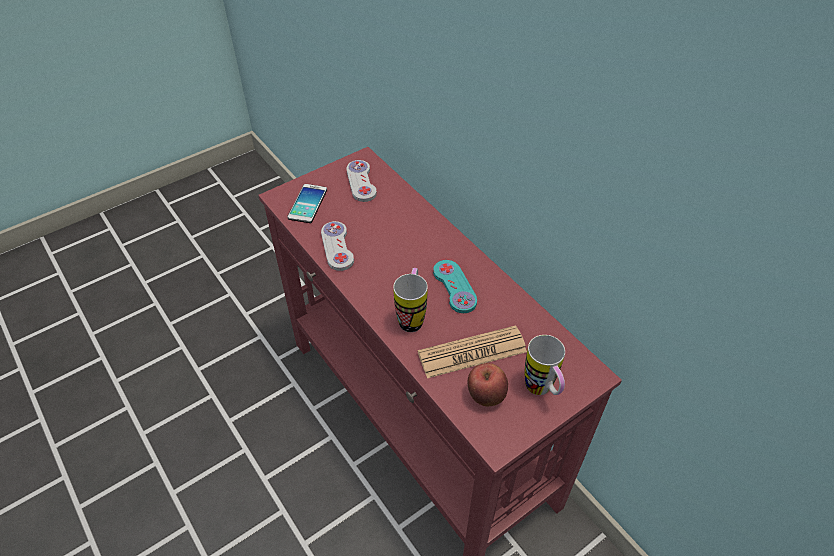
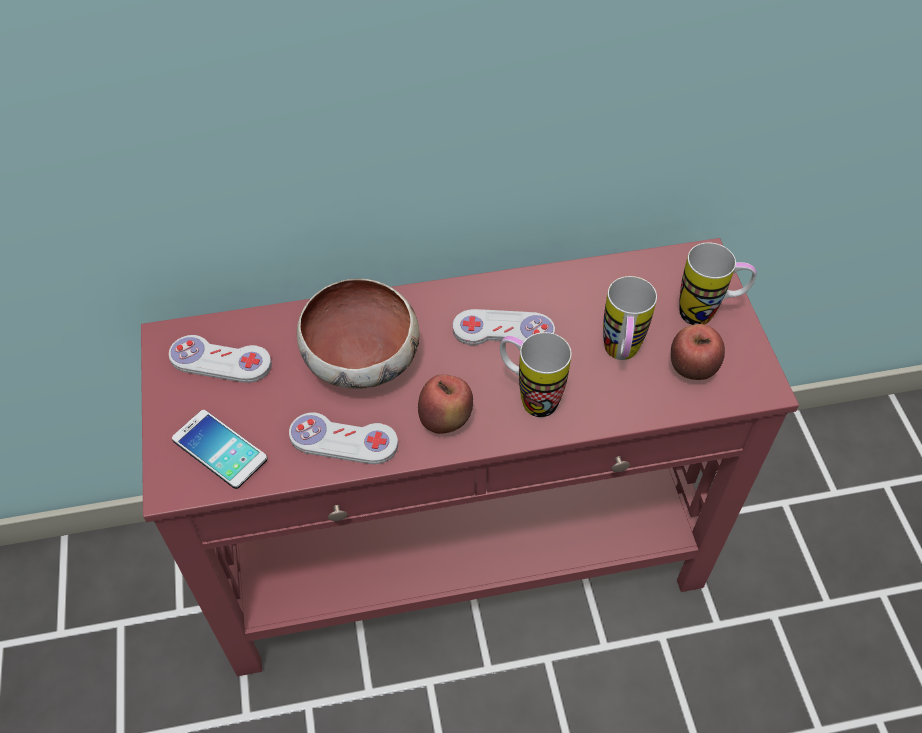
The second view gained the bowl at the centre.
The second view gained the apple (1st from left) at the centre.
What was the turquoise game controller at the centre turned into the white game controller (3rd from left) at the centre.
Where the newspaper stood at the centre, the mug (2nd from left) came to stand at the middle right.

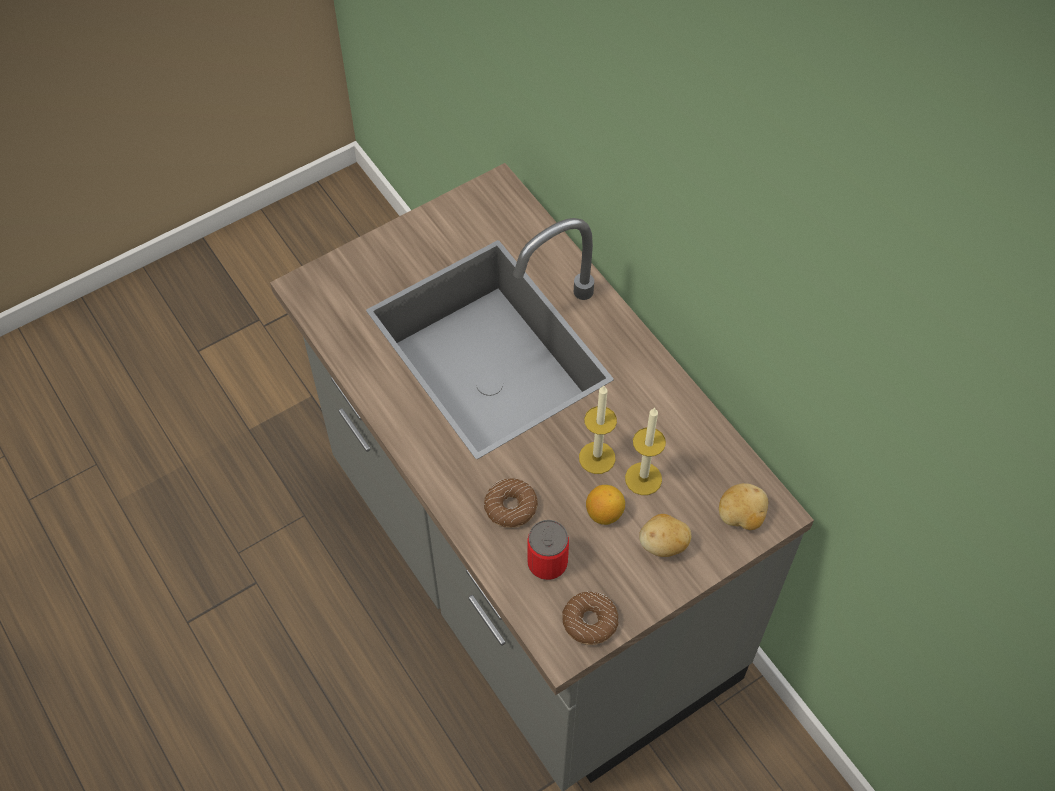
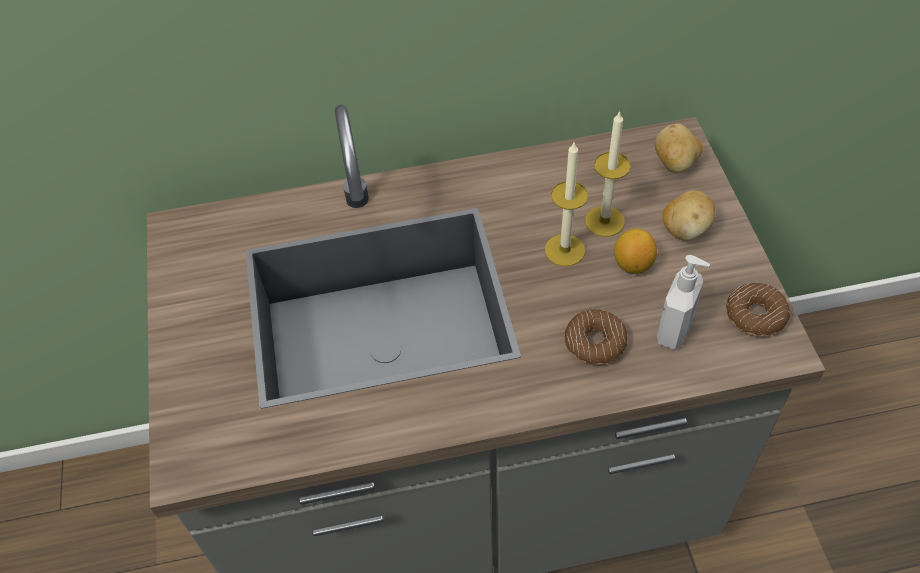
Where the can stood at the bottom centre, the soap dispenser came to stand at the middle right.

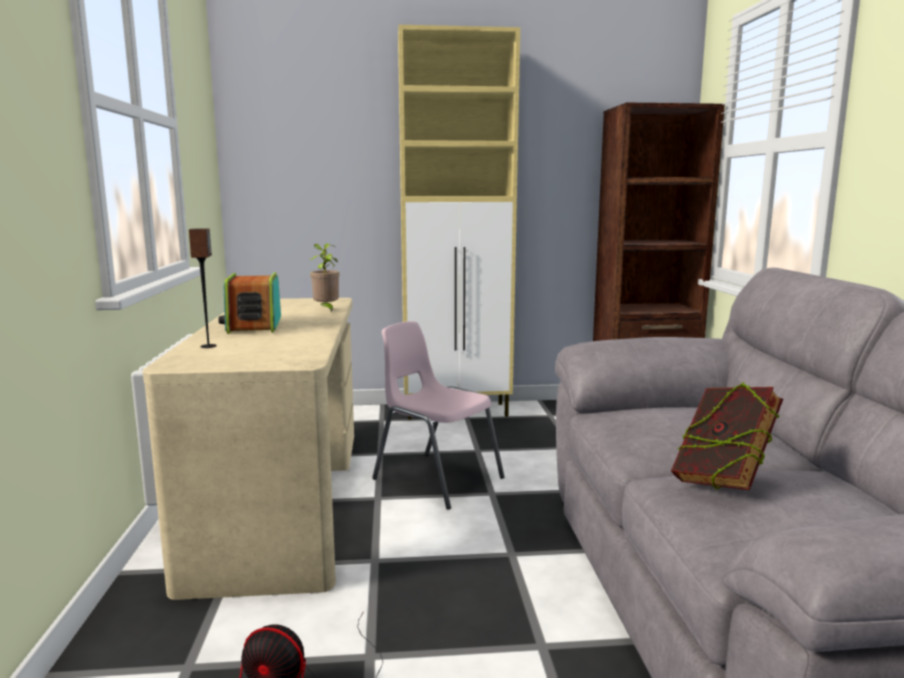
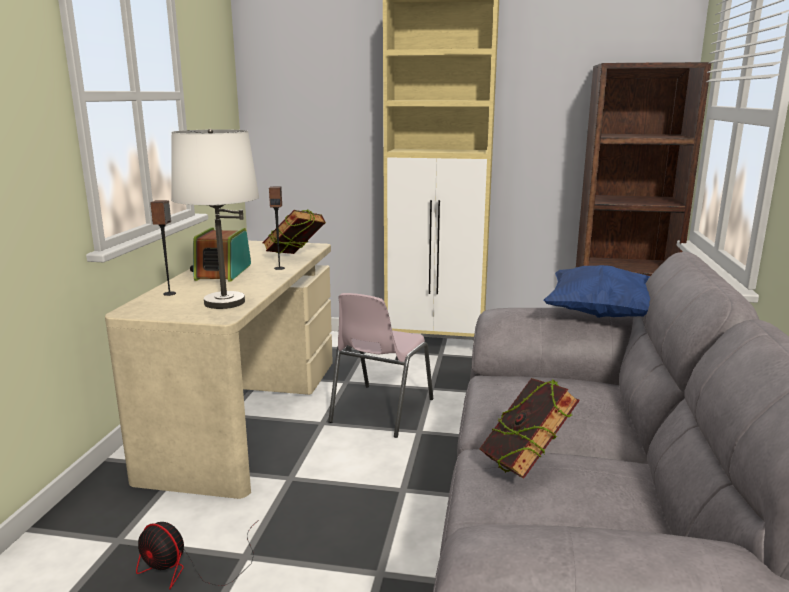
The second view gained the white table lamp at the middle left.
Where the potted plant stood at the centre, the book (1st from left) came to stand at the centre.
The second view gained the speaker (2nd from left) at the centre.
The pink chair at the centre ended up facing another way, 120 degrees counterclockwise from before.
The second view gained the blue pillow at the middle right.

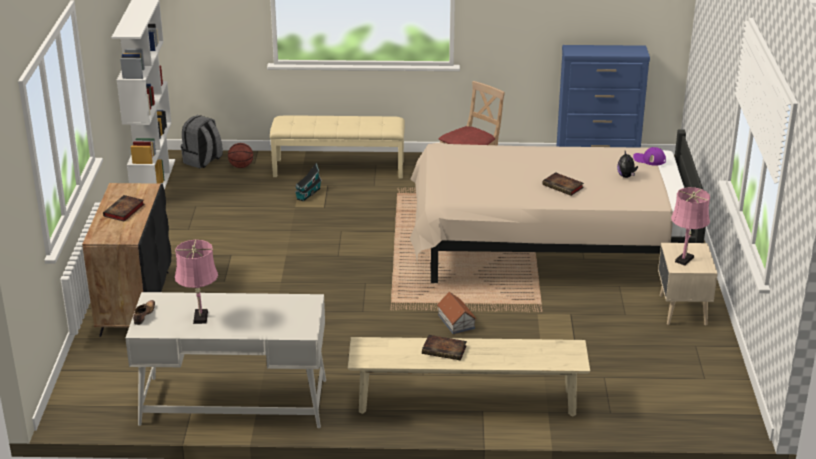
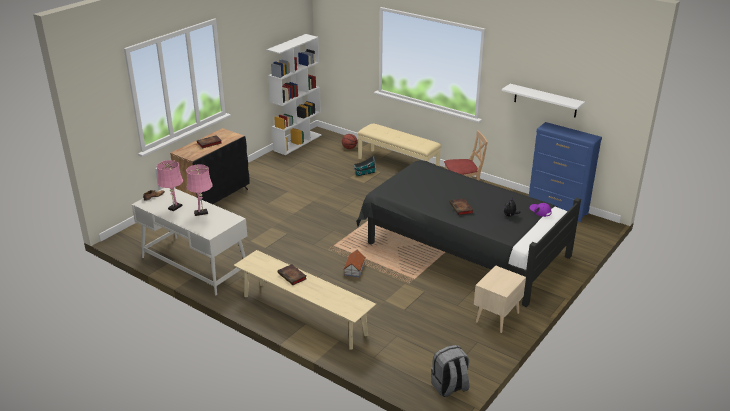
The pink table lamp (2nd from left) ended up elsewhere, having gone from the middle right to the middle left.
What was the beige bed at the middle right turned into the black bed at the centre.
The grey backpack ended up elsewhere, having gone from the top left to the bottom centre.
The second view gained the white shelf at the top right.

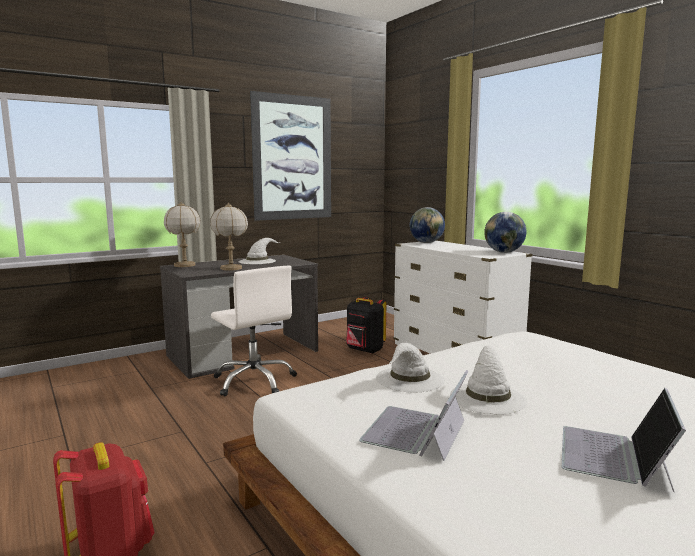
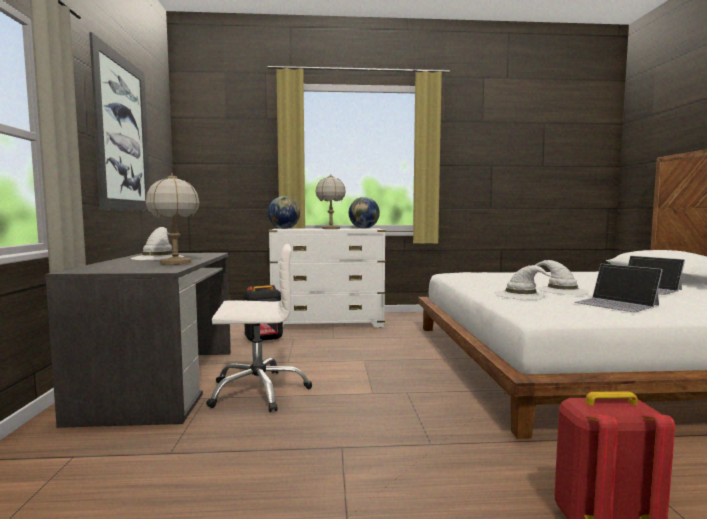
The table lamp (1st from left in the first image) ended up elsewhere, having gone from the middle left to the centre.

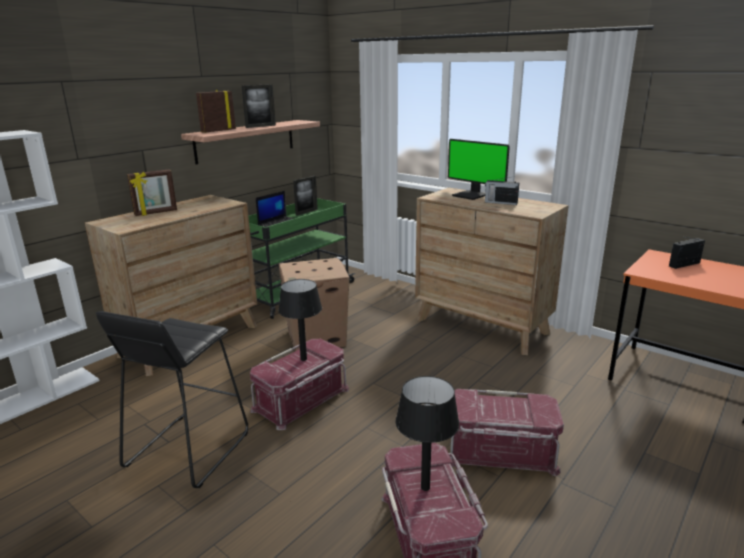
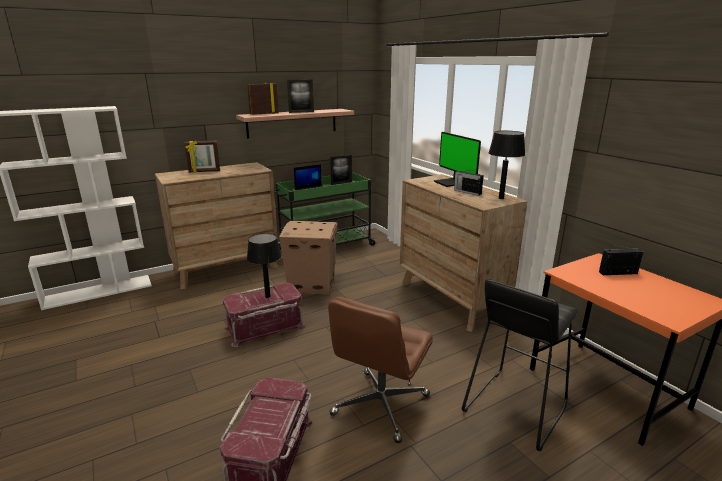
Where the red storage box (3rd from left) stood at the bottom right, the brown office chair came to stand at the bottom centre.
The black stool ended up elsewhere, having gone from the bottom left to the bottom right.
The black table lamp (2nd from left) ended up elsewhere, having gone from the bottom centre to the middle right.

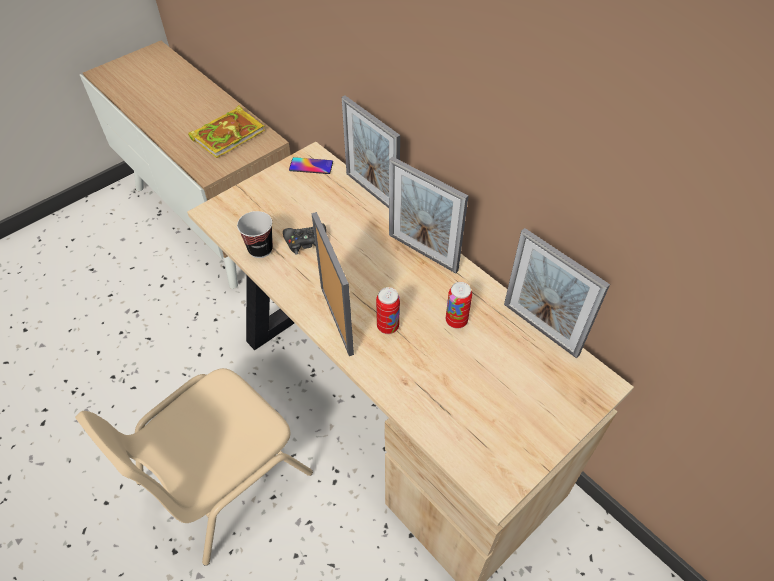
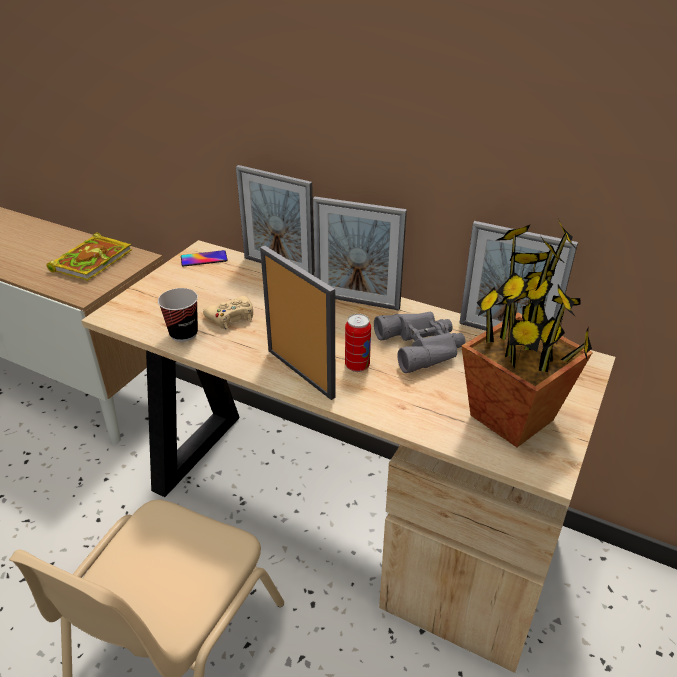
What was the black game controller at the centre turned into the beige game controller at the centre.
Where the can (2nd from left) stood at the centre, the grey binoculars came to stand at the centre.
The second view gained the potted plant at the middle right.

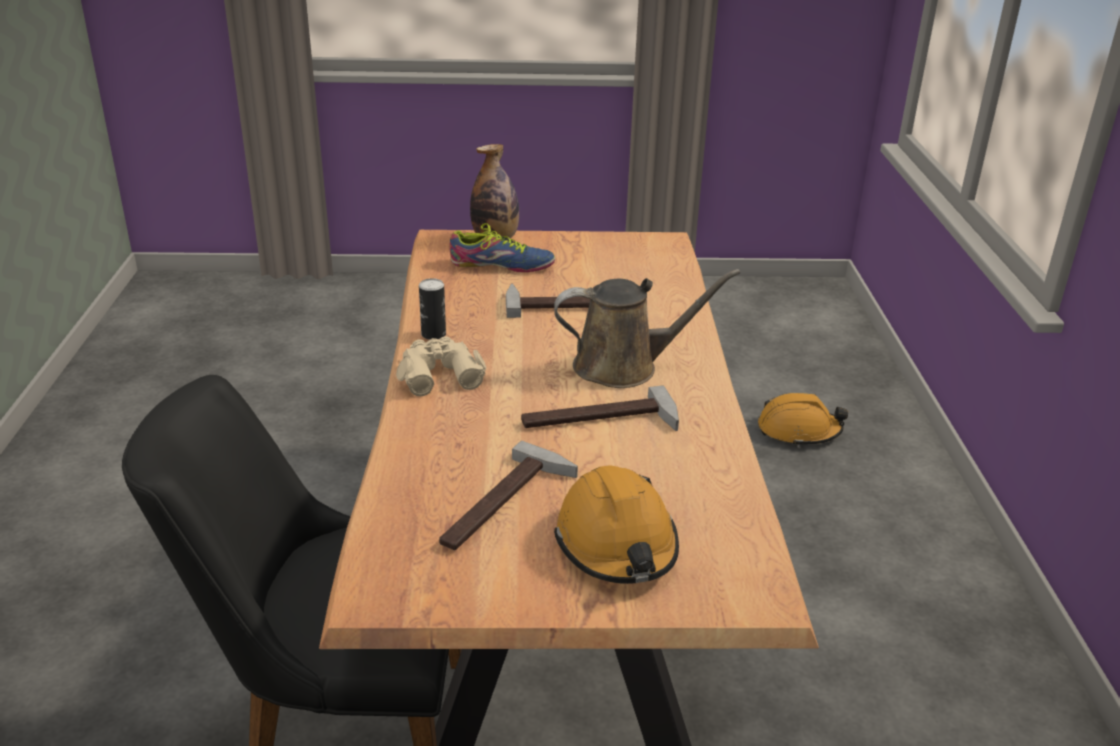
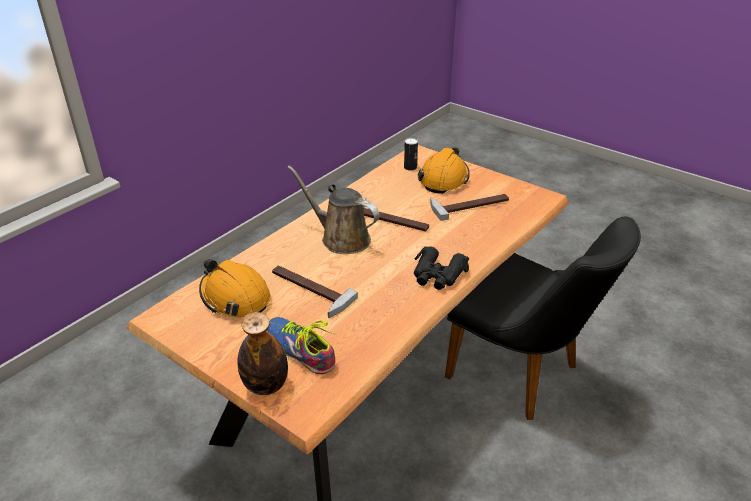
The orange hard hat (2nd from left in the first image) ended up elsewhere, having gone from the middle right to the middle left.
The can ended up elsewhere, having gone from the centre to the top centre.
What was the beige binoculars at the centre turned into the black binoculars at the centre.

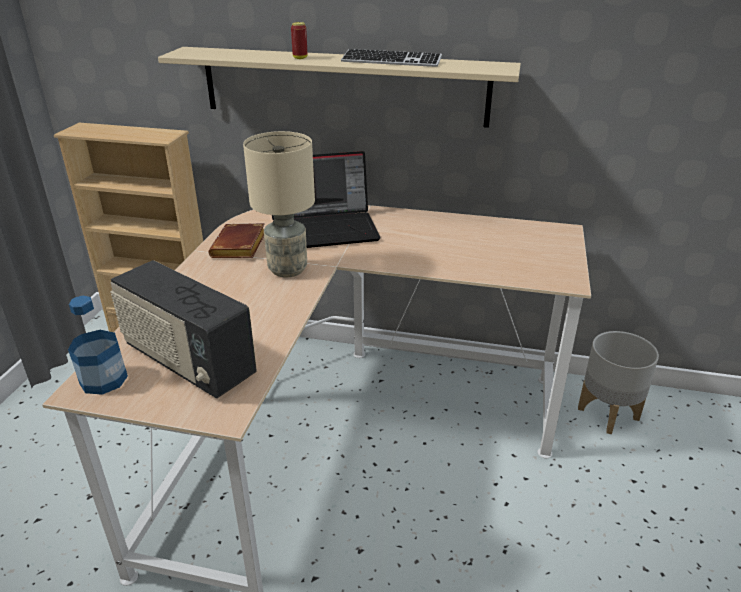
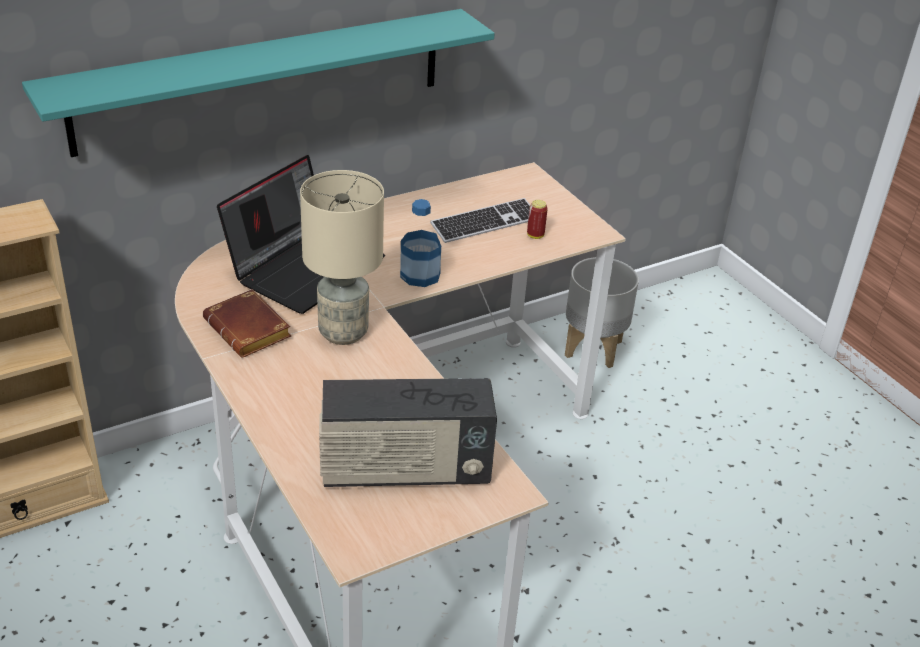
What was the beige shelf at the top centre turned into the turquoise shelf at the top left.
The bottle ended up elsewhere, having gone from the middle left to the centre.
The keyboard ended up elsewhere, having gone from the top centre to the centre.
The can ended up elsewhere, having gone from the top centre to the centre.

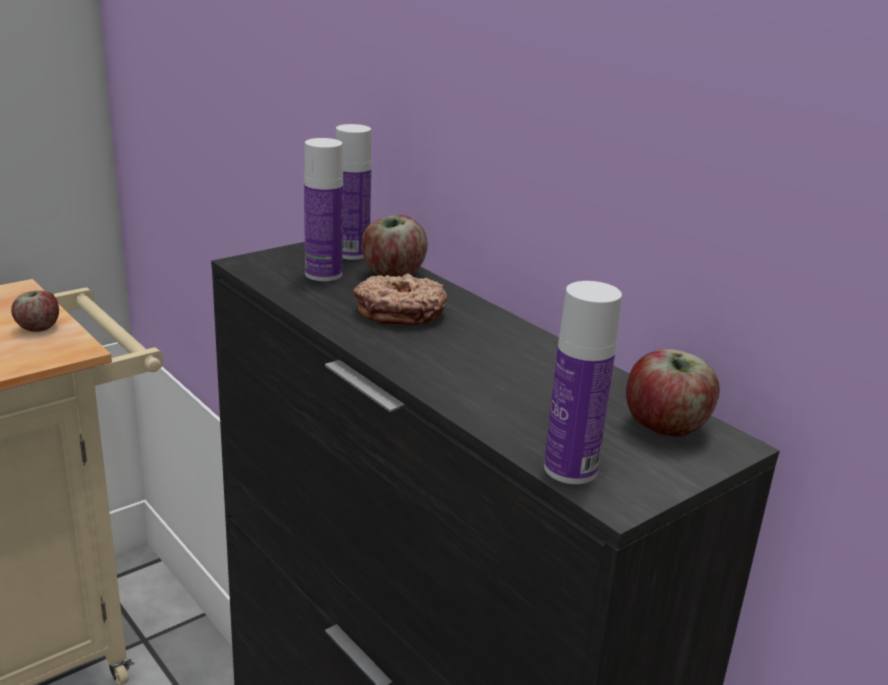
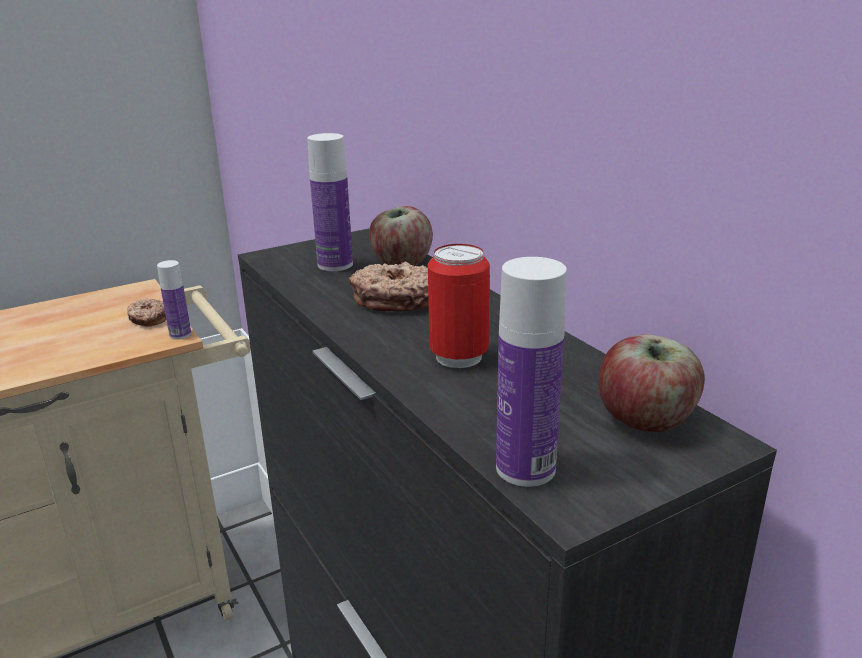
Where the apple (1st from left) stood at the middle left, the donut (1st from left) came to stand at the middle left.
The bottle (2nd from left in the first image) ended up elsewhere, having gone from the top centre to the middle left.
The second view gained the can at the centre.

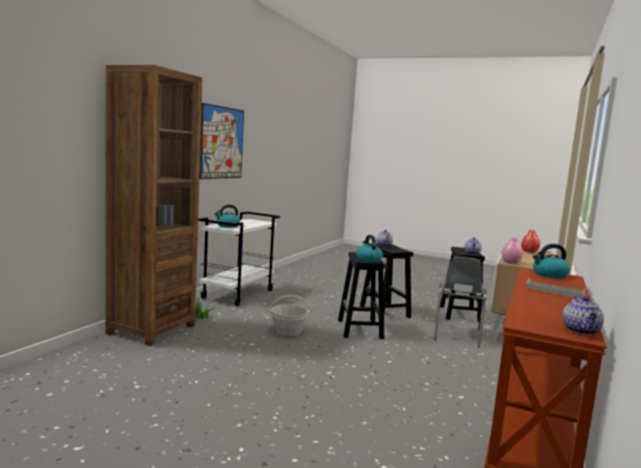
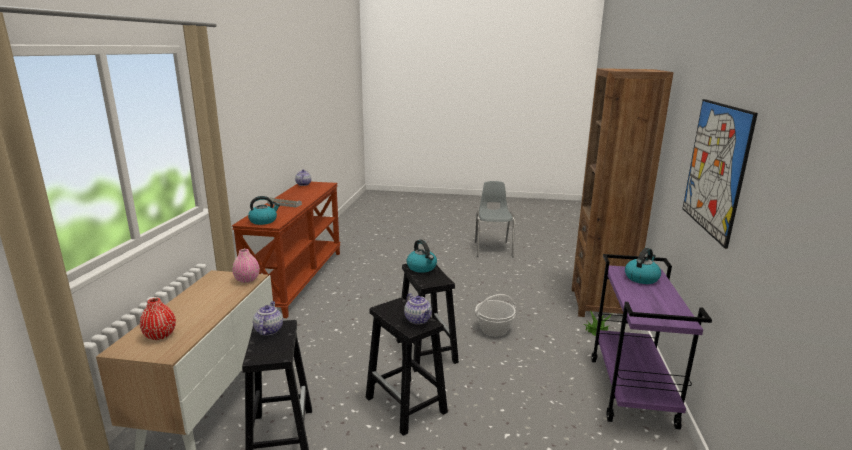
The grey chair ended up elsewhere, having gone from the middle right to the centre.
What was the white cart at the centre turned into the purple cart at the bottom right.

